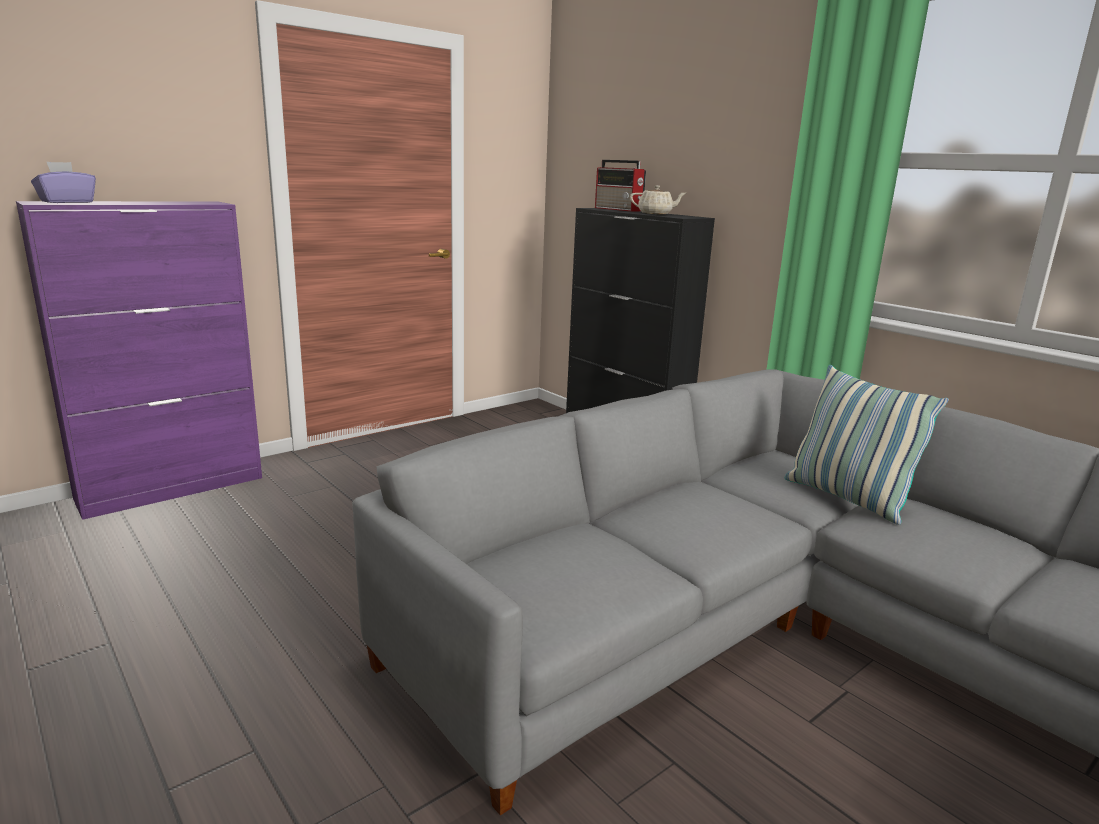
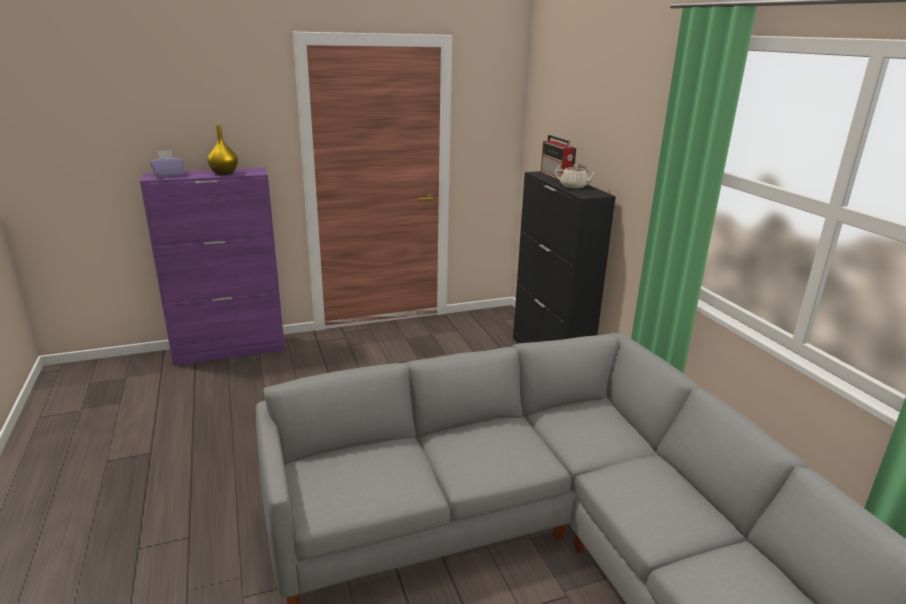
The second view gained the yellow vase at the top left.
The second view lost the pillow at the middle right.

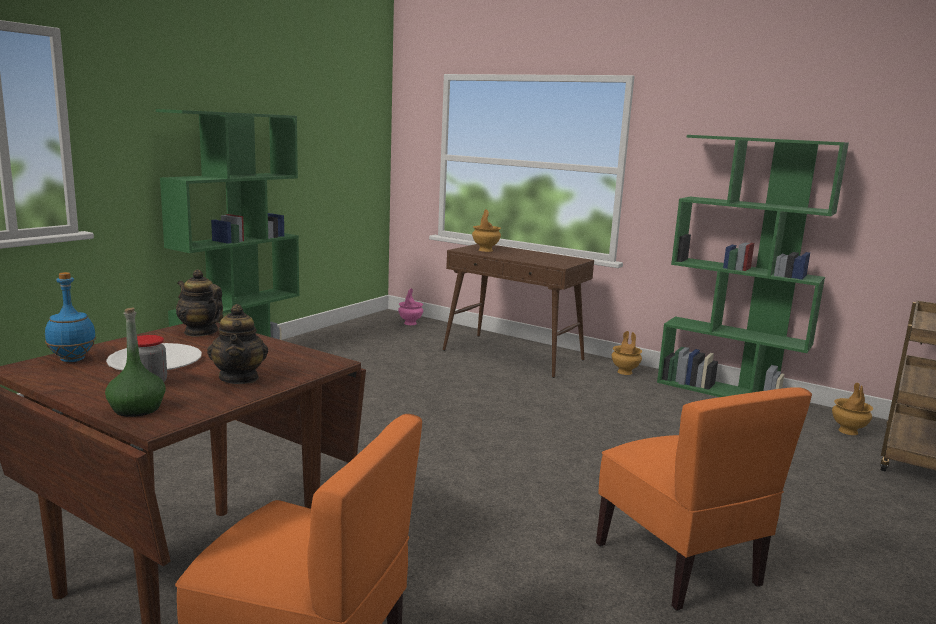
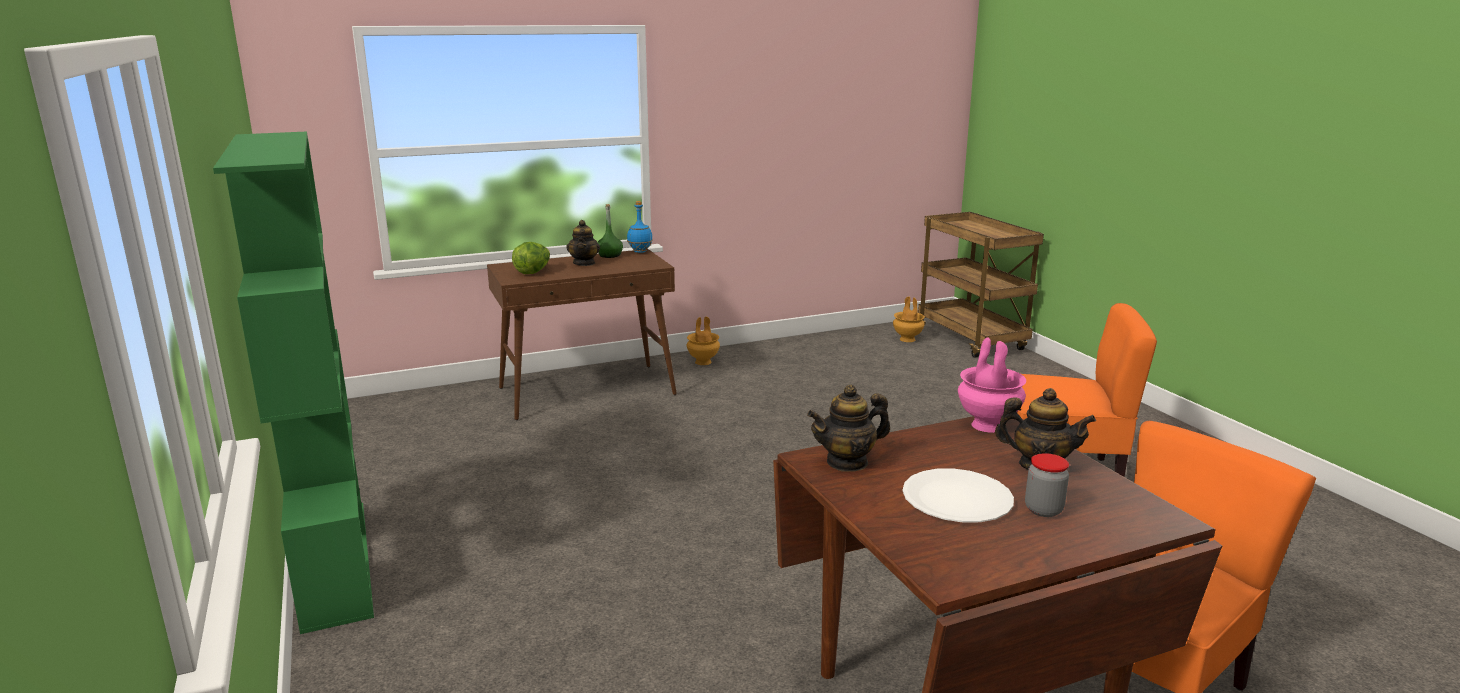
Where the brown vase (1st from left) stood at the centre, the lettuce came to stand at the centre.
The second view gained the teapot (1st from left) at the centre.
The green bottle ended up elsewhere, having gone from the middle left to the centre.
The blue bottle ended up elsewhere, having gone from the middle left to the top centre.
The pink vase ended up elsewhere, having gone from the centre to the middle right.
The second view lost the green bookcase (2nd from left) at the middle right.

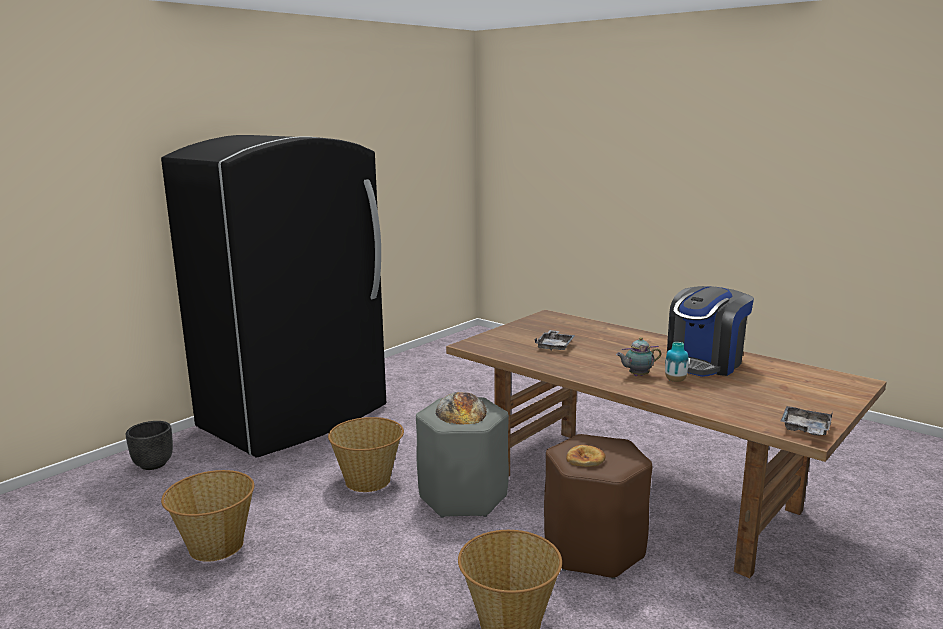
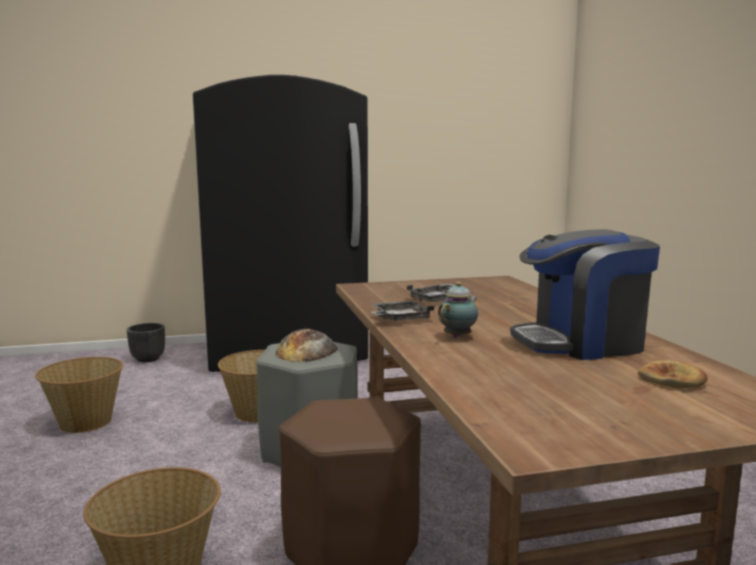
The grey tray (2nd from left in the first image) ended up elsewhere, having gone from the bottom right to the centre.
The teapot at the middle right ended up facing another way, 105 degrees clockwise from before.
The bread (2nd from left) ended up elsewhere, having gone from the bottom centre to the middle right.
The second view lost the vase at the middle right.

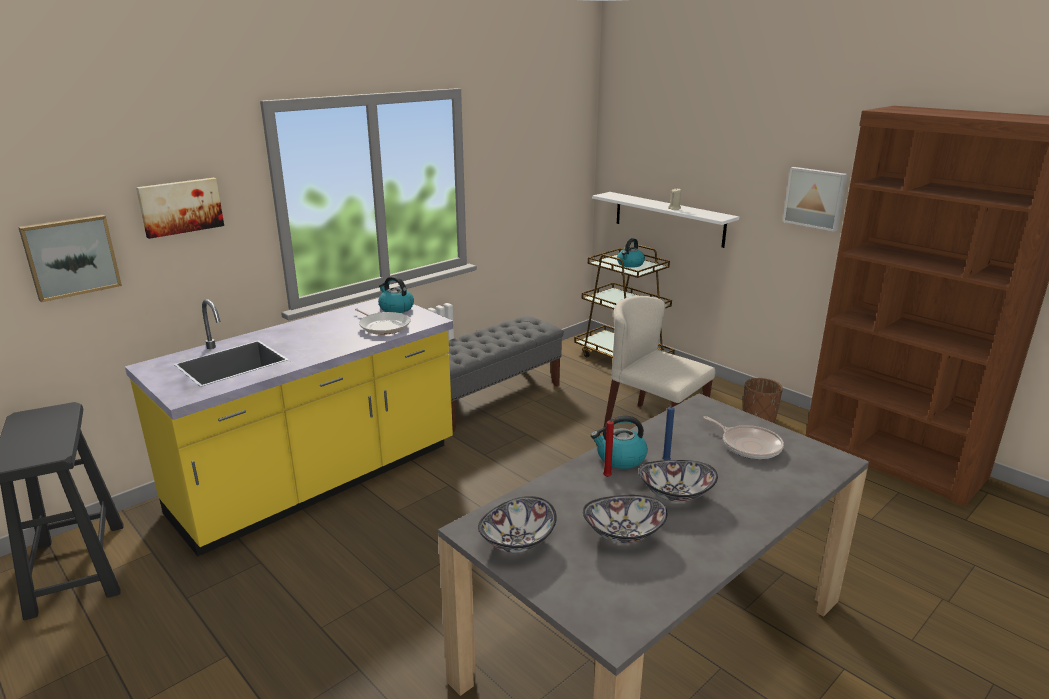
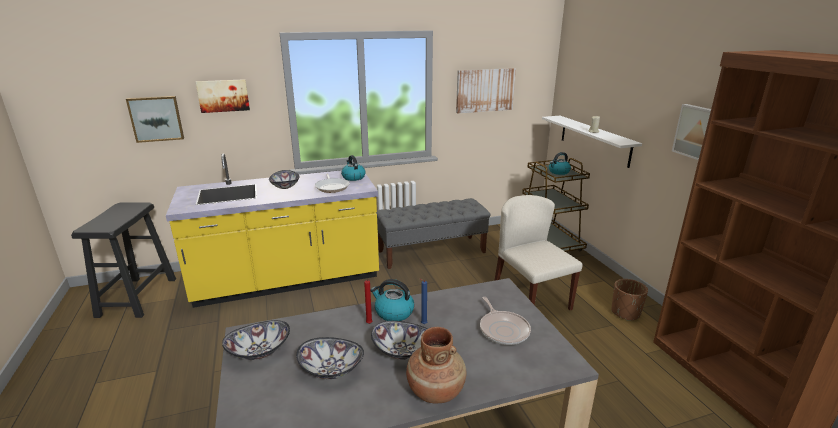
The second view gained the bowl (2nd from left) at the centre.
The second view gained the brown vase at the bottom centre.
The second view gained the picture (3rd from left) at the top centre.

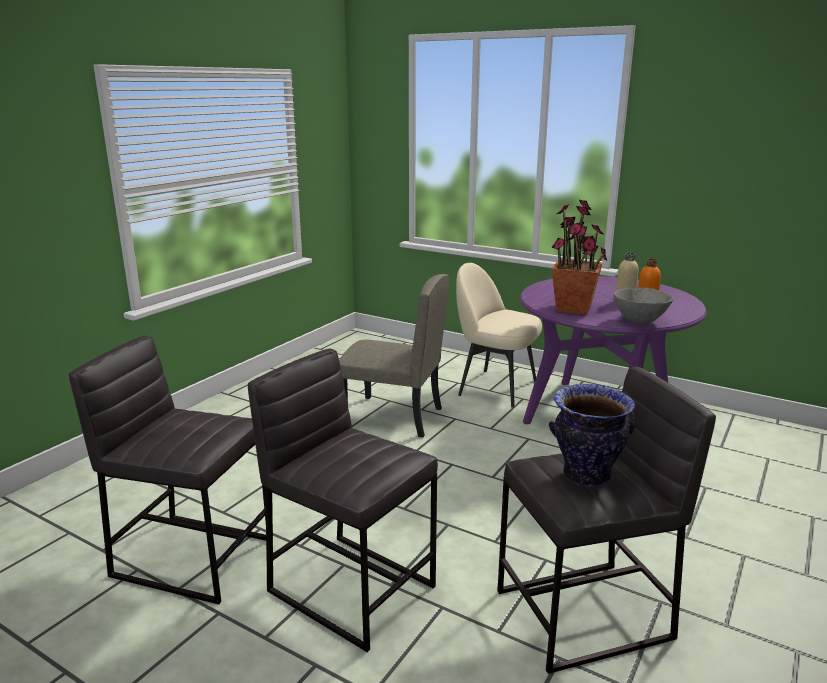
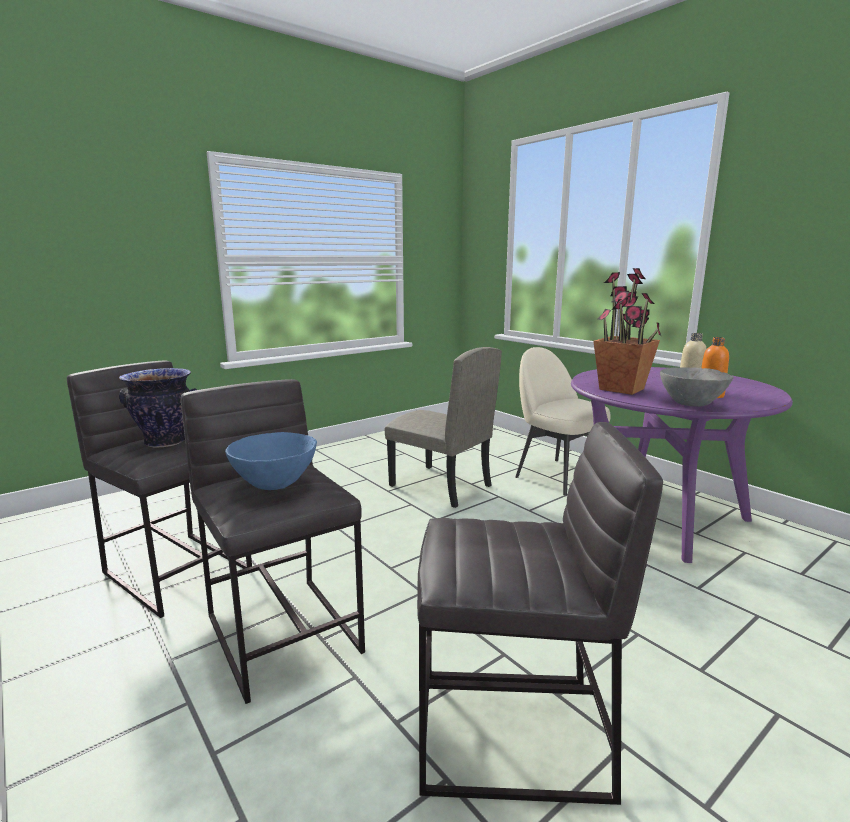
The vase ended up elsewhere, having gone from the middle right to the middle left.
The second view gained the blue bowl at the middle left.

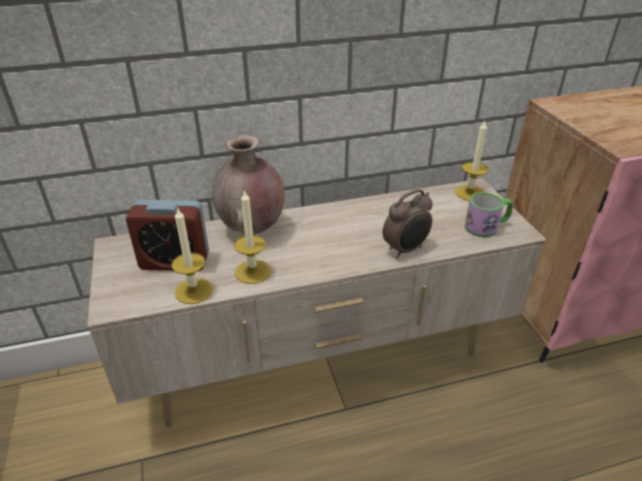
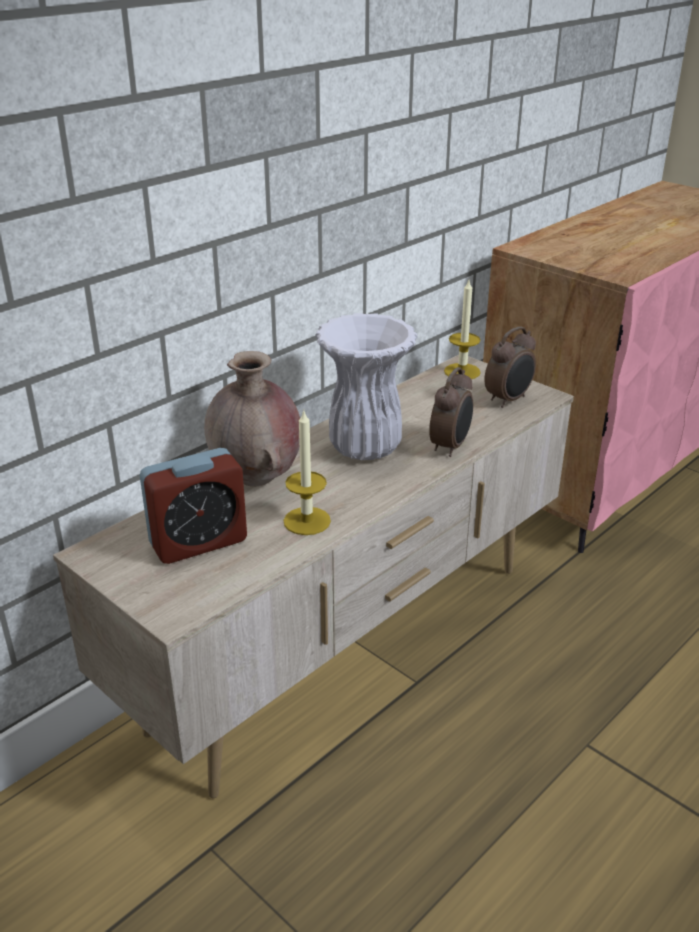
The second view gained the white vase at the centre.
Where the mug stood at the middle right, the alarm clock (3rd from left) came to stand at the middle right.
The second view lost the candle (1st from left) at the middle left.

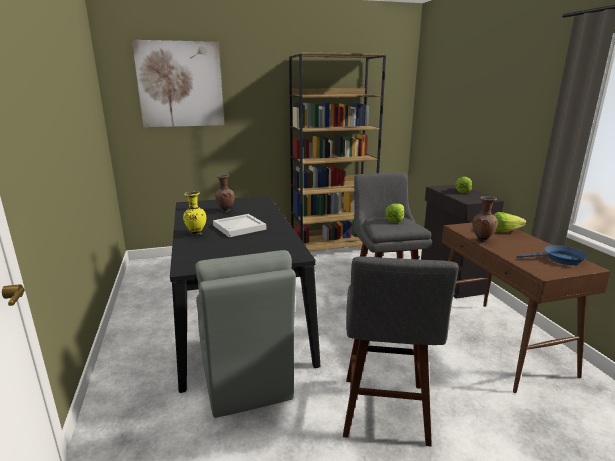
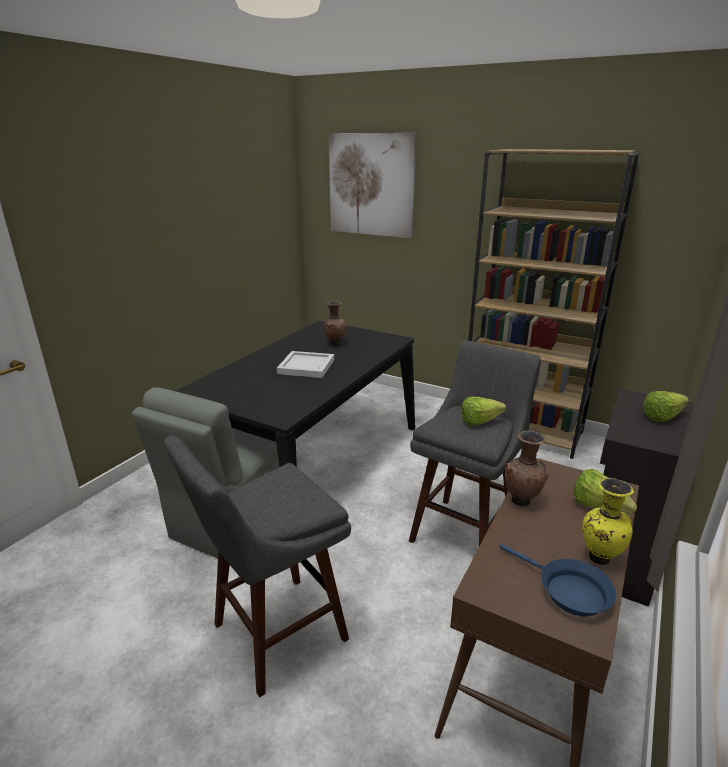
The yellow vase ended up elsewhere, having gone from the middle left to the bottom right.

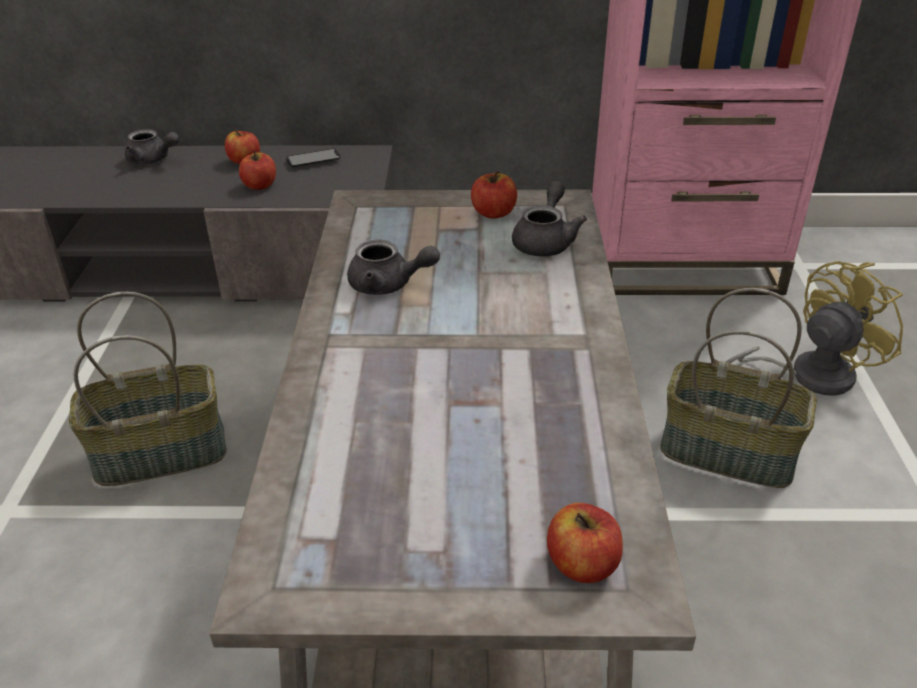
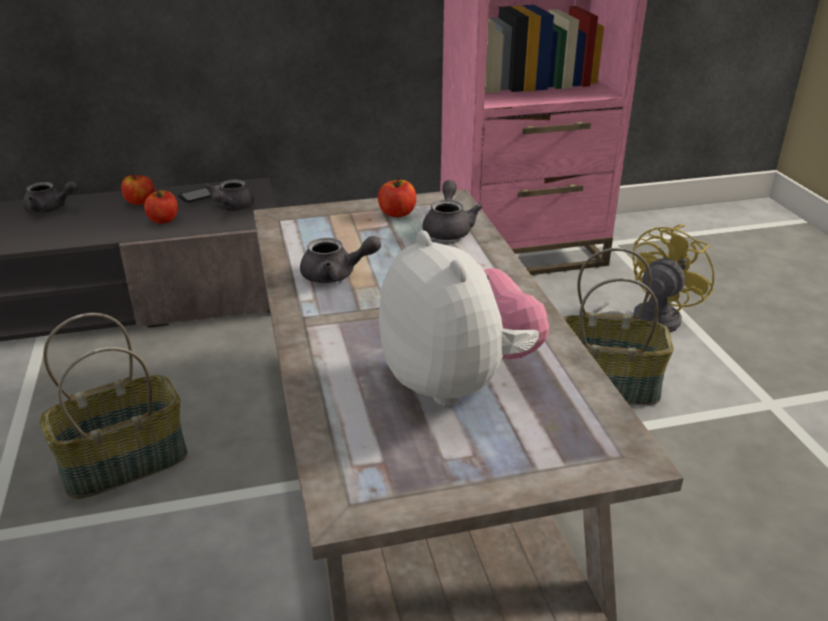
The second view gained the grey teapot (2nd from left) at the top left.
The second view gained the plush toy at the centre.
The second view lost the apple (4th from left) at the bottom centre.

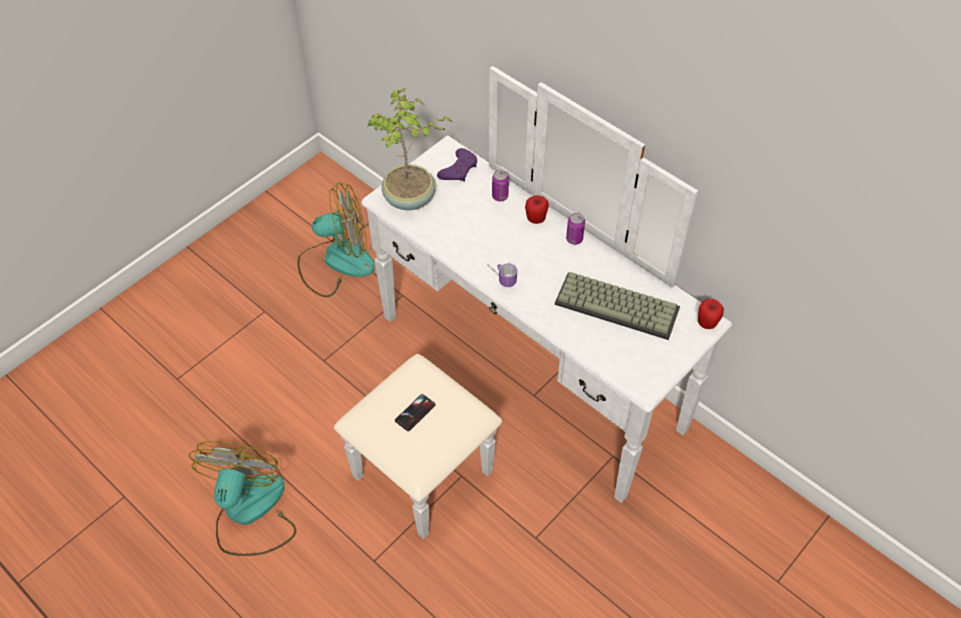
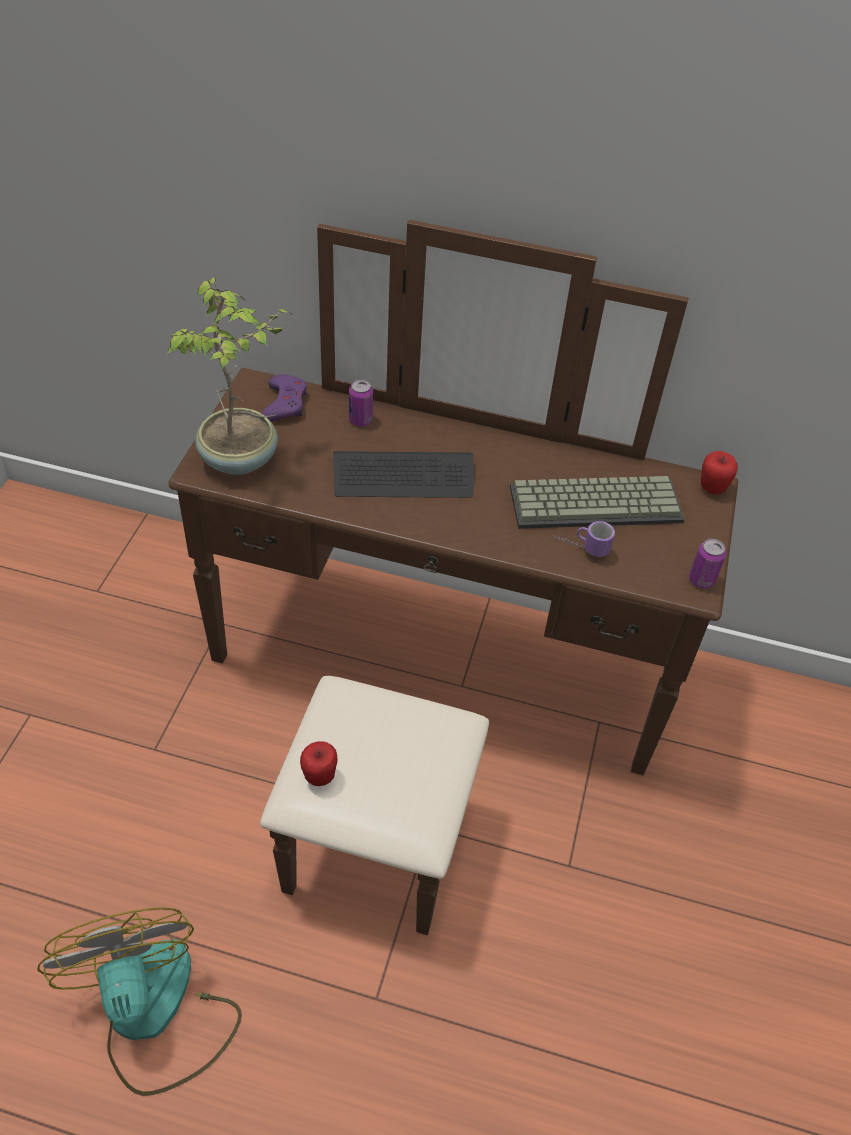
What was the white dresser at the centre turned into the brown dresser at the centre.
The apple (1st from left) ended up elsewhere, having gone from the centre to the bottom centre.
The second view gained the keyboard (1st from left) at the centre.
The mug ended up elsewhere, having gone from the centre to the middle right.
The can (2nd from left) ended up elsewhere, having gone from the centre to the middle right.
The second view lost the fan (2nd from left) at the centre.
The second view lost the phone at the bottom centre.

